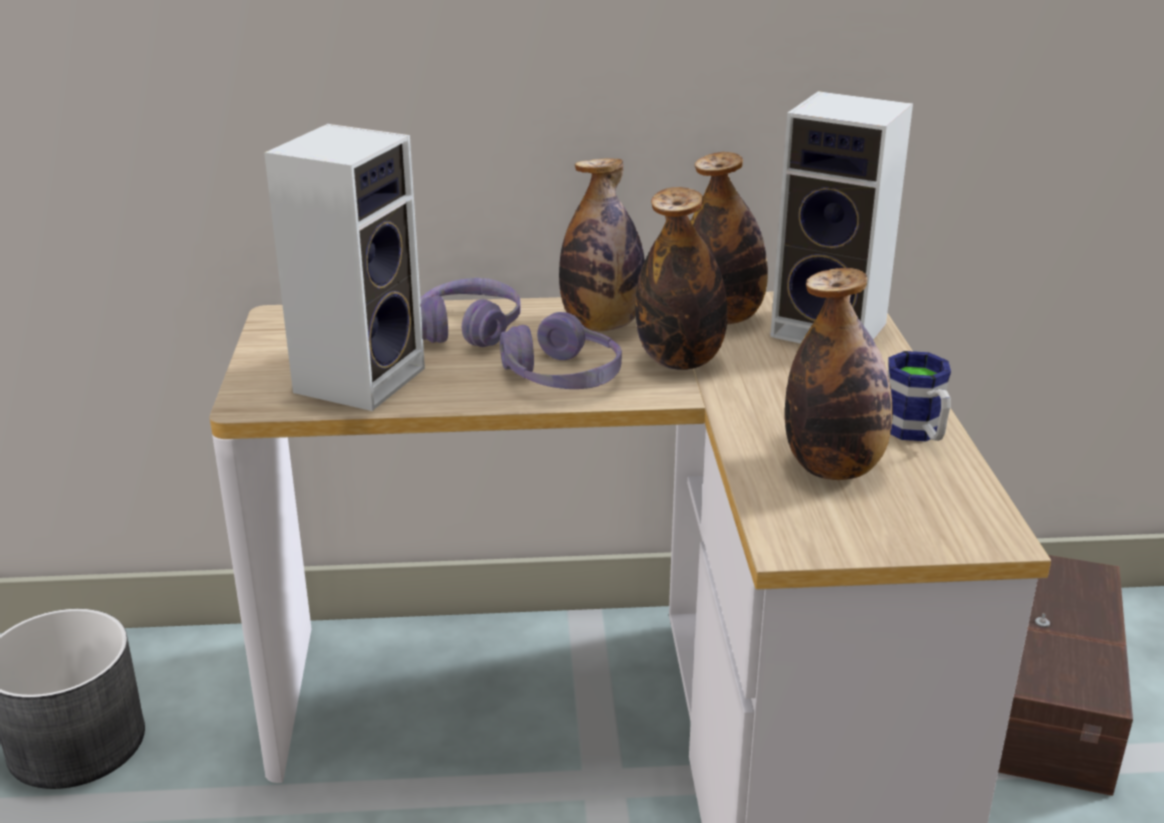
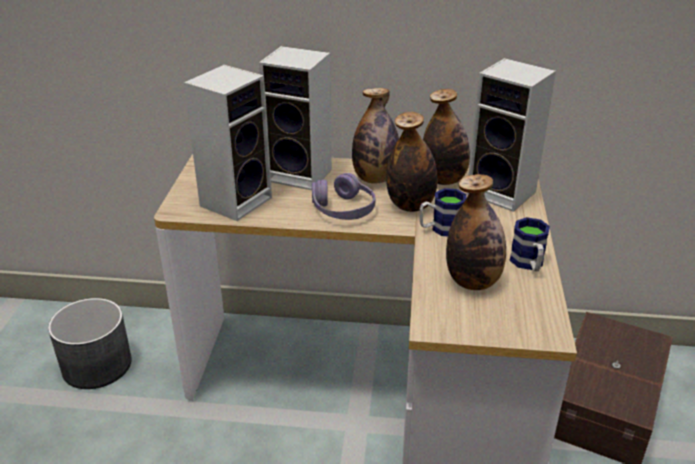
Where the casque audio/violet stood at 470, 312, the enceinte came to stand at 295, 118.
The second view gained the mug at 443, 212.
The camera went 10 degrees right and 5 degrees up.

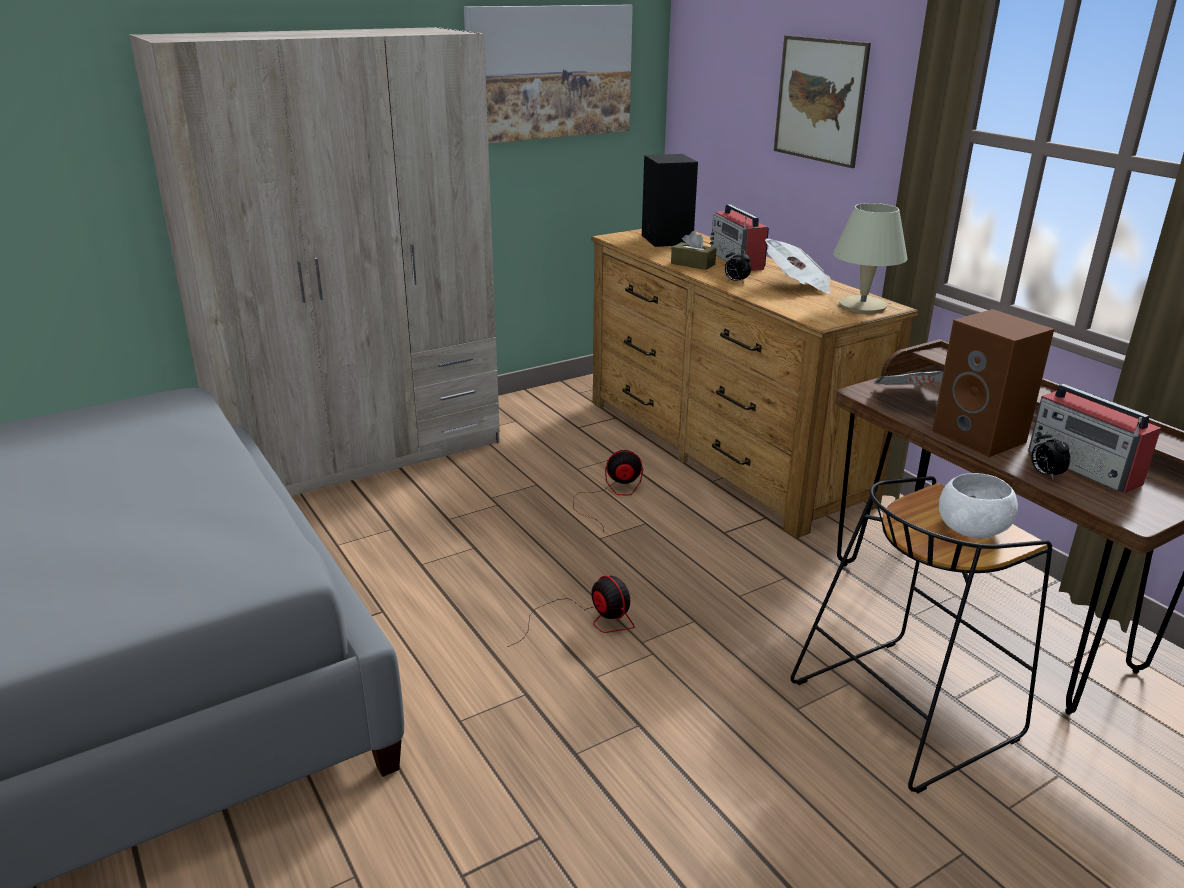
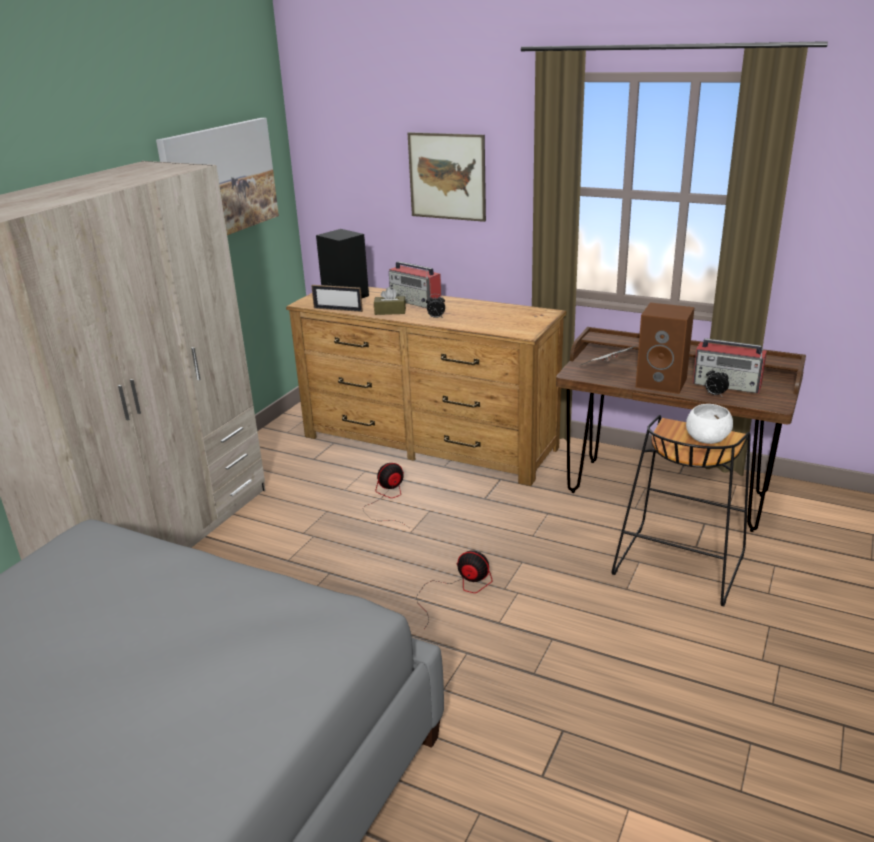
The second view lost the journal at 798, 266.
The second view lost the lampe de table/beige at 870, 258.
The second view gained the cadre photo at 337, 298.
The camera went 30 degrees left and 0 degrees up.

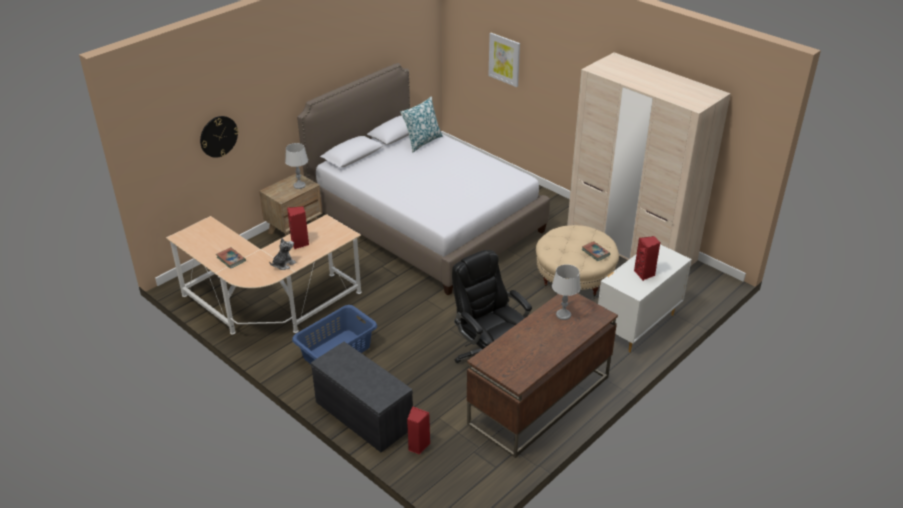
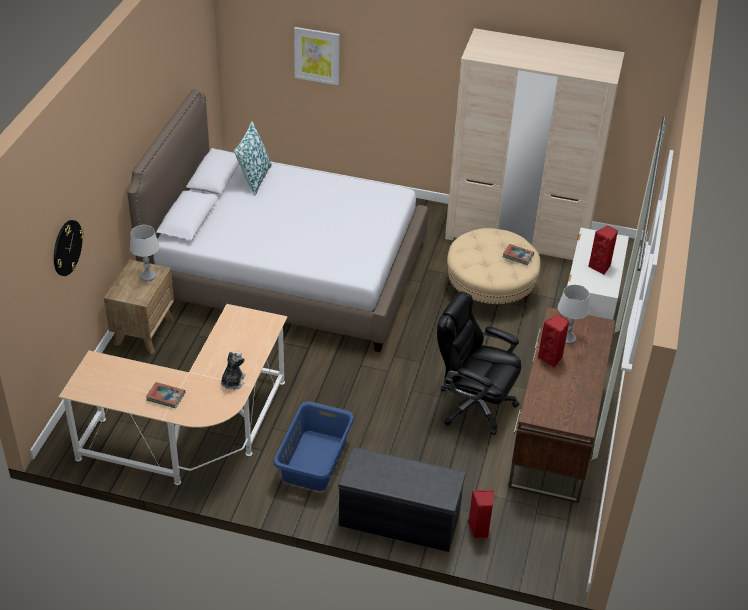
The enceinte/rouge ended up elsewhere, having gone from 298, 227 to 554, 341.
The camera went 30 degrees left and 5 degrees up.

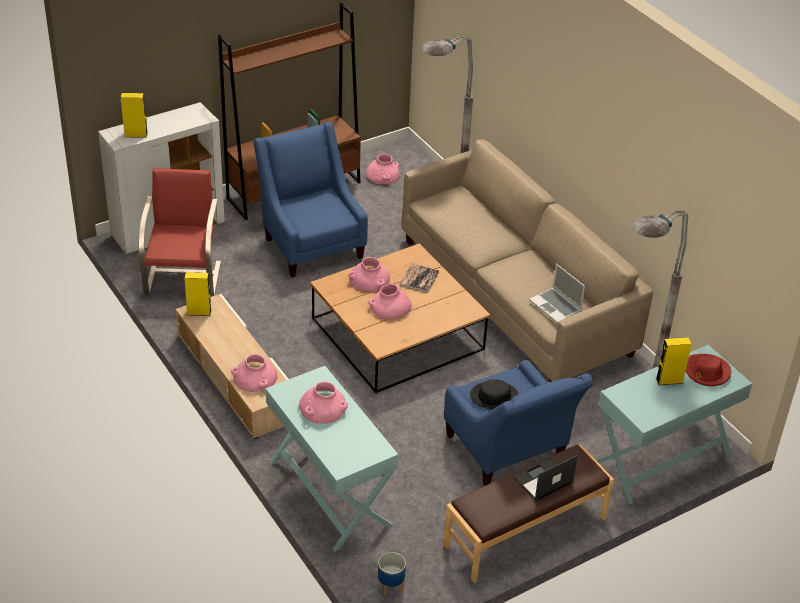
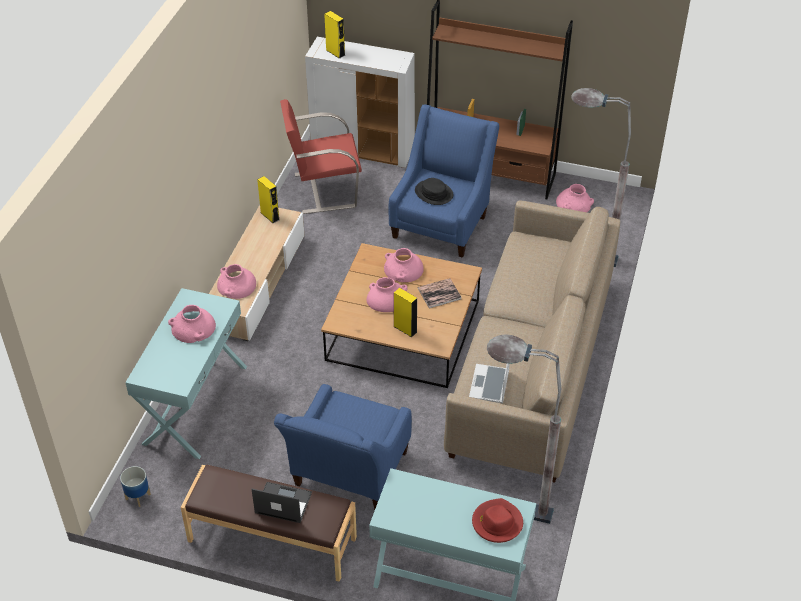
The fauteuil/rouge at 180, 232 ended up facing another way, 150 degrees counterclockwise from before.
The chapeau/noir ended up elsewhere, having gone from 494, 394 to 434, 191.
The enceinte/jaune ended up elsewhere, having gone from 674, 361 to 405, 313.
The camera went 50 degrees right and 5 degrees up.

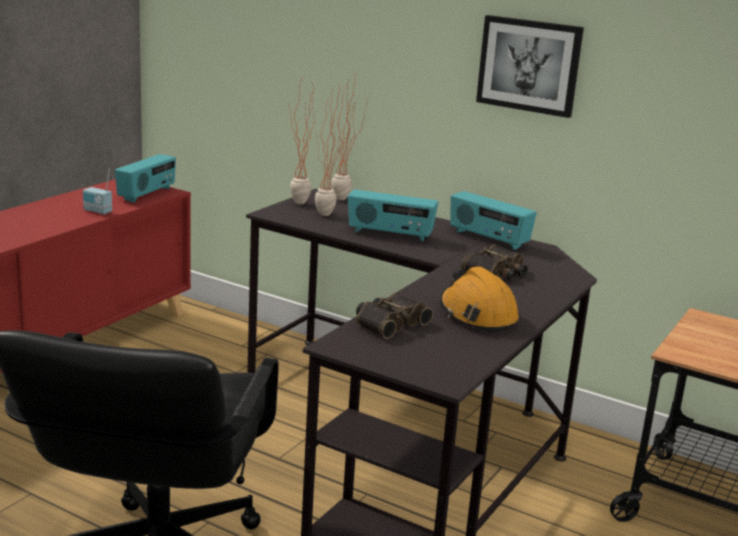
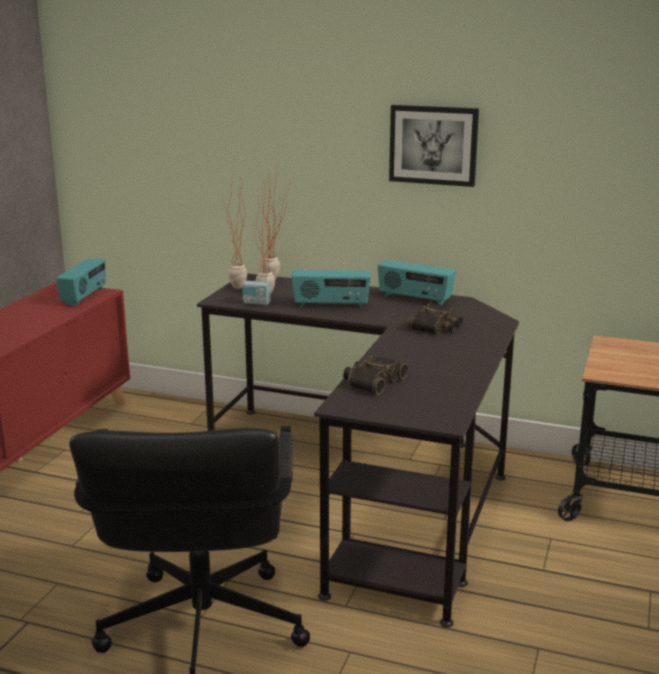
The radio ended up elsewhere, having gone from 97, 191 to 256, 283.
The second view lost the casque de chantier/orange at 479, 299.
The camera went 10 degrees left and 0 degrees up.

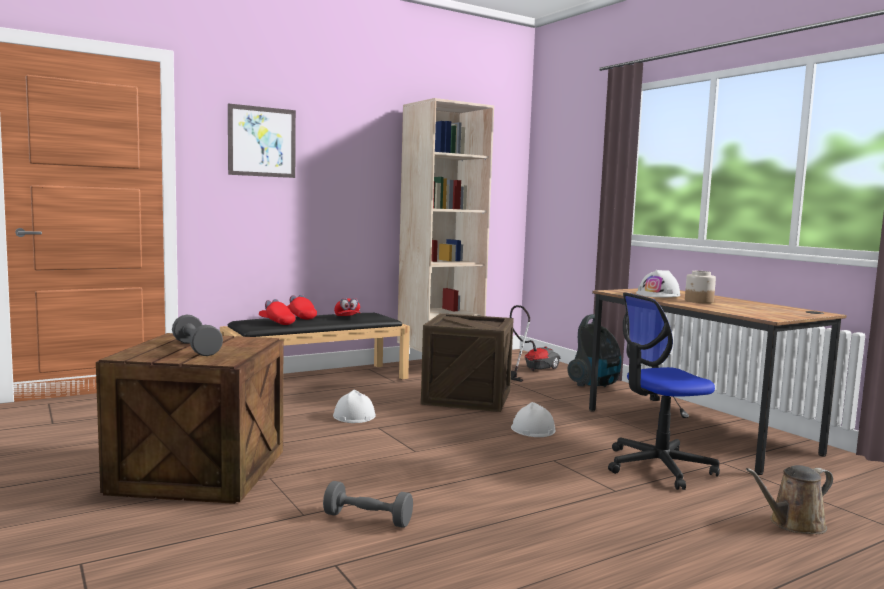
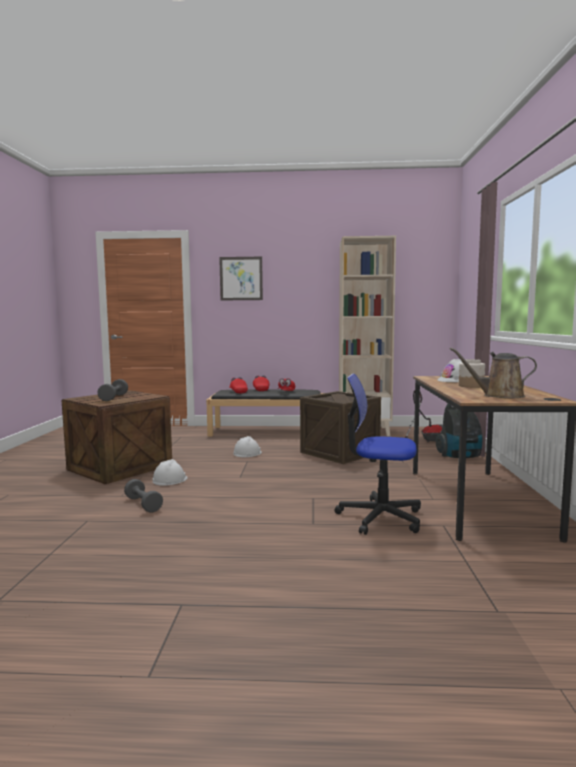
The casque de chantier/blanc ended up elsewhere, having gone from 533, 419 to 170, 472.
The arrosoir/marron ended up elsewhere, having gone from 789, 499 to 493, 372.
The camera went 35 degrees right and 0 degrees up.

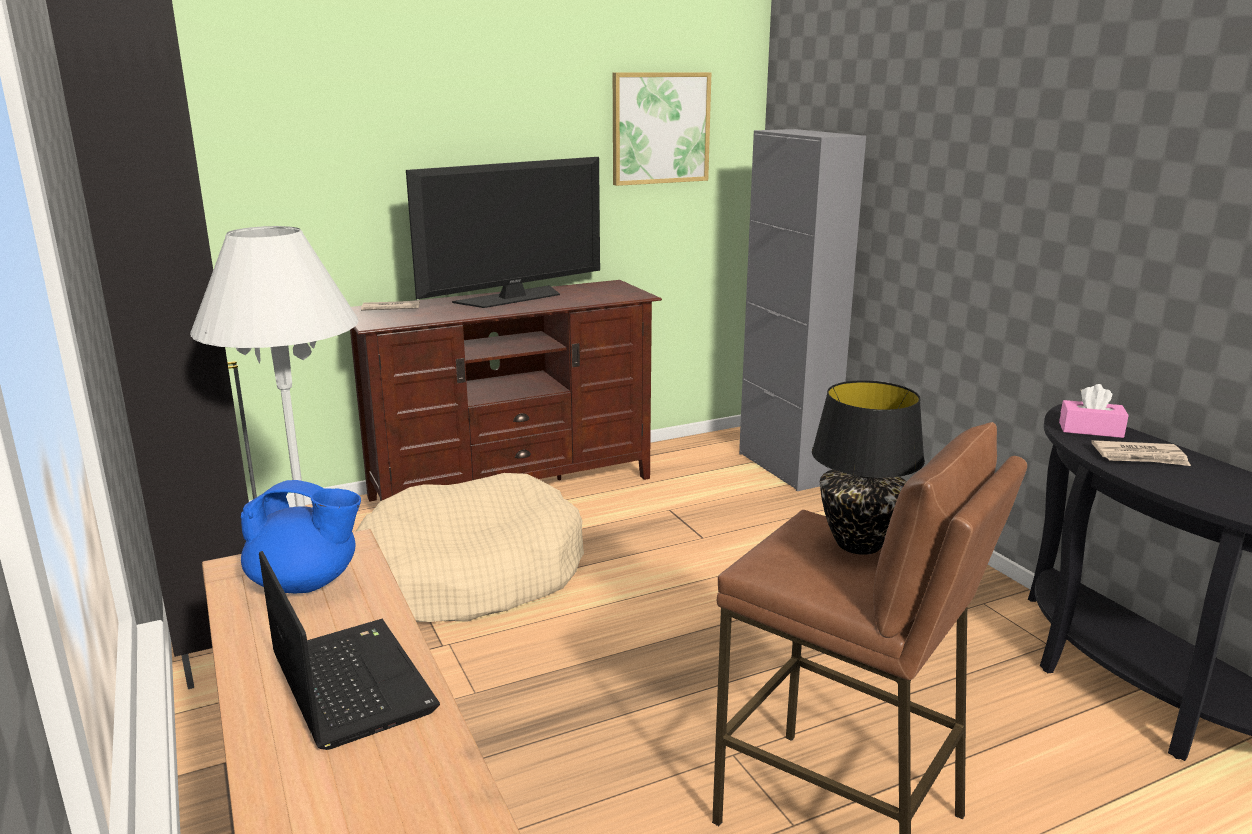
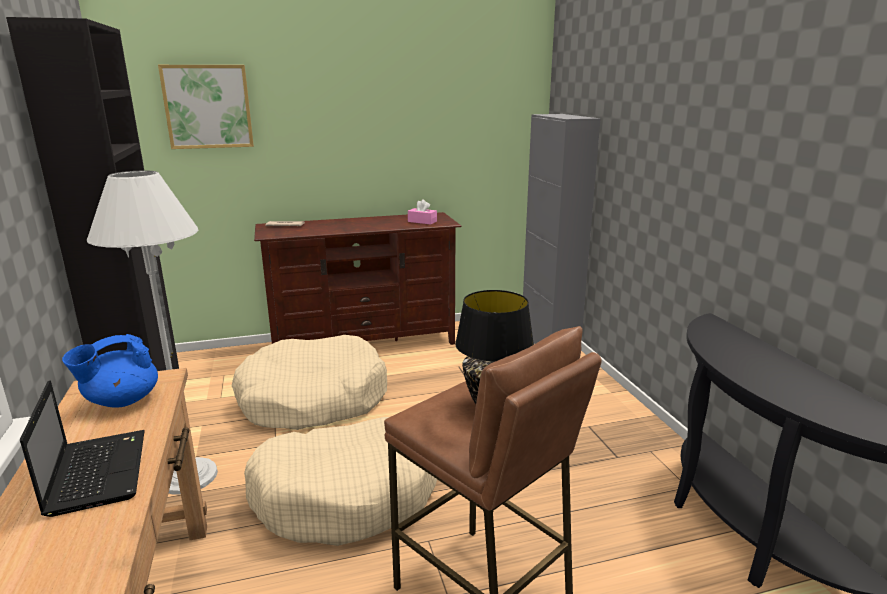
The théière/bleu at 301, 536 ended up facing another way, 120 degrees clockwise from before.
The second view lost the téléviseur at 503, 232.
The tableau ended up elsewhere, having gone from 662, 129 to 206, 107.
The boîte à mouchoirs/rose ended up elsewhere, having gone from 1094, 411 to 422, 212.
The second view lost the journal at 1141, 453.
The second view gained the panier pour chien/beige at 340, 481.
The camera went 10 degrees right and 0 degrees up.

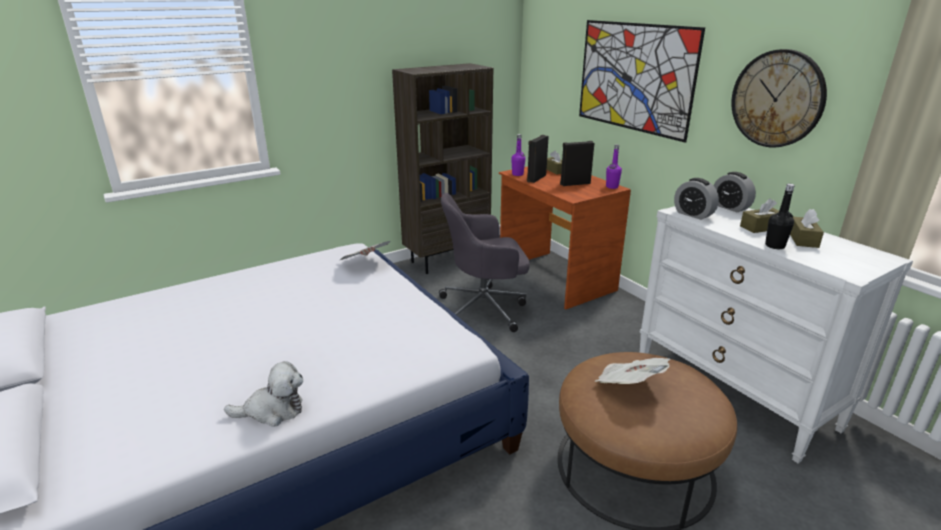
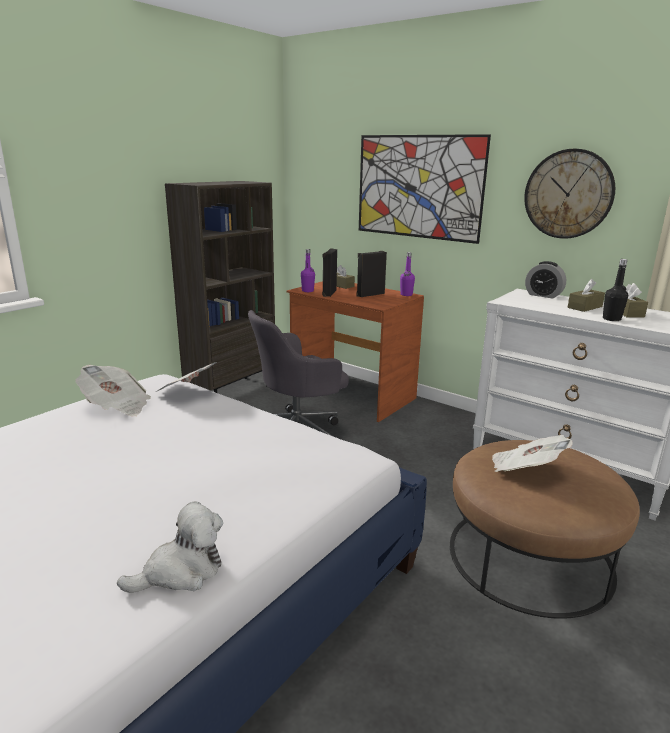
The second view lost the réveil at 696, 199.
The second view gained the journal at 113, 390.
The camera went 20 degrees left and 5 degrees down.

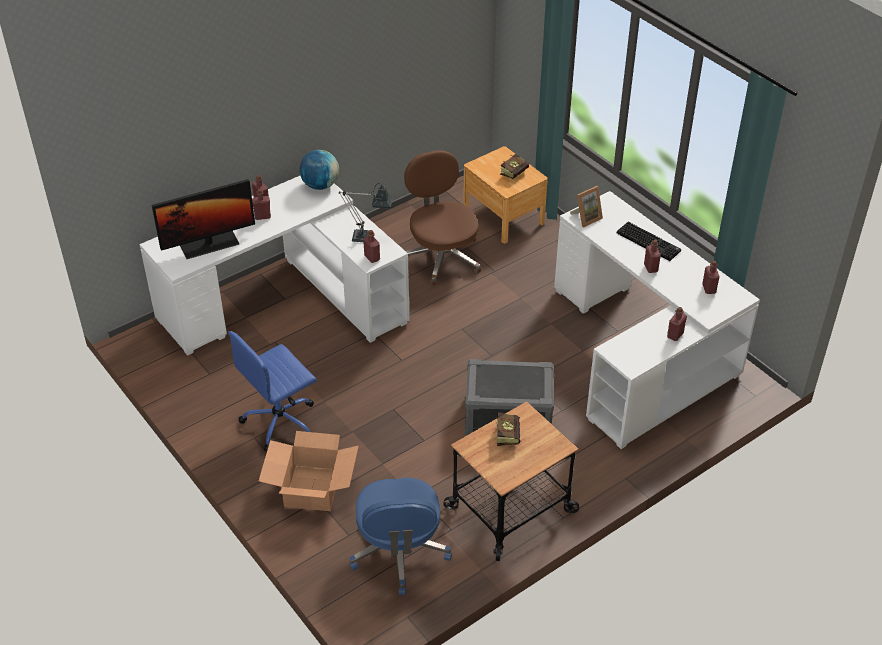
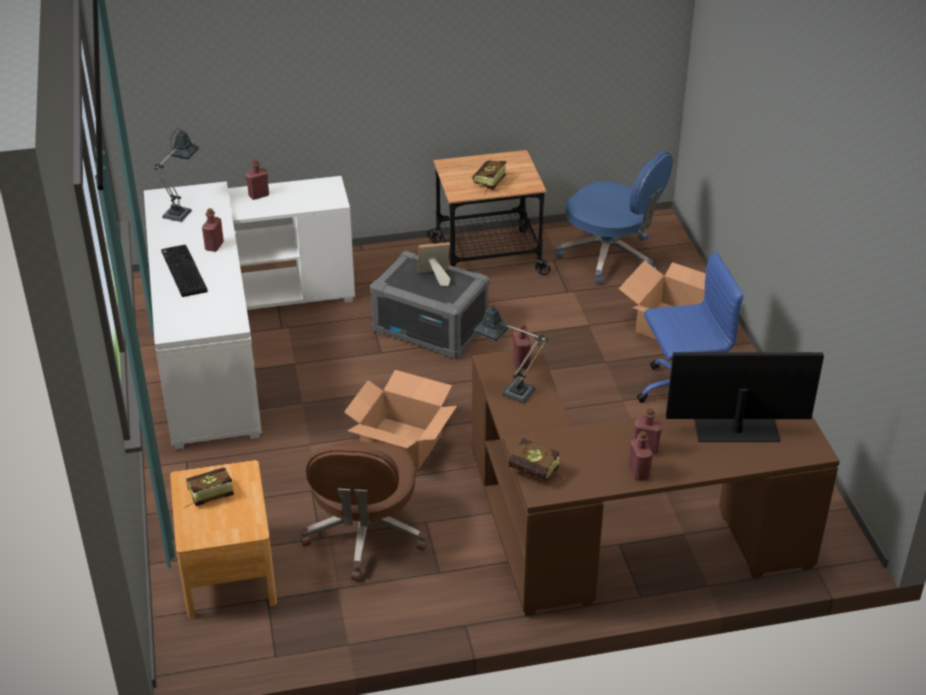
What was the bureau/blanc at 274, 266 turned into the bureau/marron at 656, 481.
Where the globe stood at 319, 170, the livre came to stand at 537, 459.
The chaise de bureau/bleu at 400, 536 ended up facing another way, 105 degrees clockwise from before.
The cadre photo ended up elsewhere, having gone from 586, 206 to 434, 264.
Where the bouteille/rouge stood at 711, 277, the lampe de table came to stand at 177, 175.
The second view gained the carton at 400, 419.
The camera went 155 degrees left and 5 degrees down.

